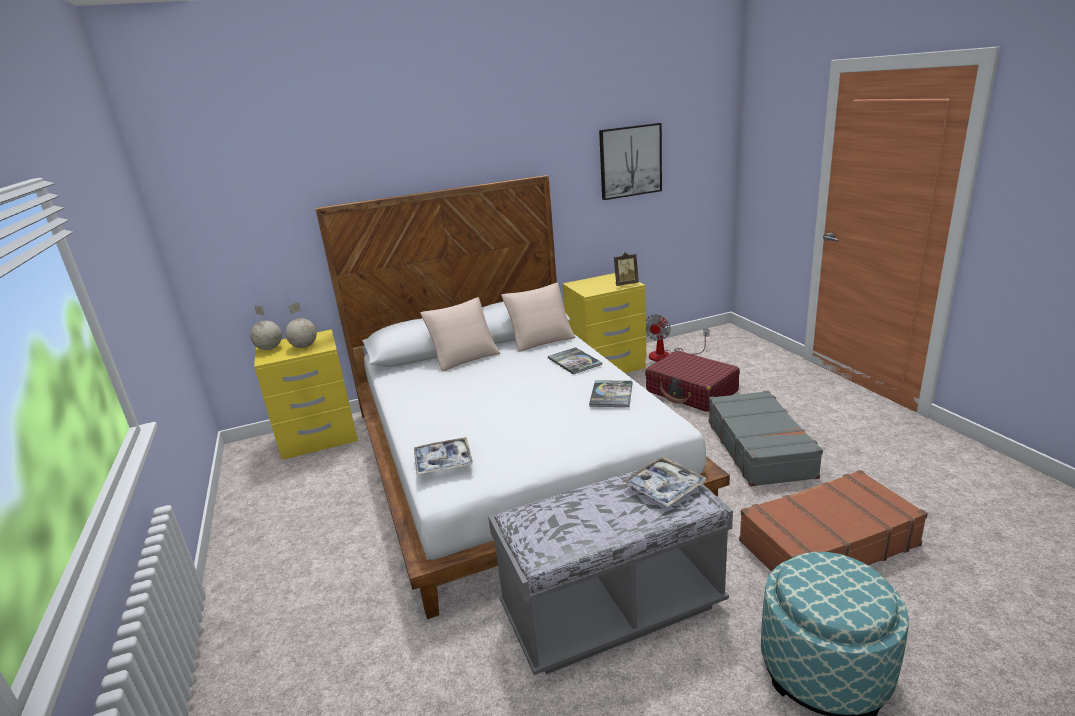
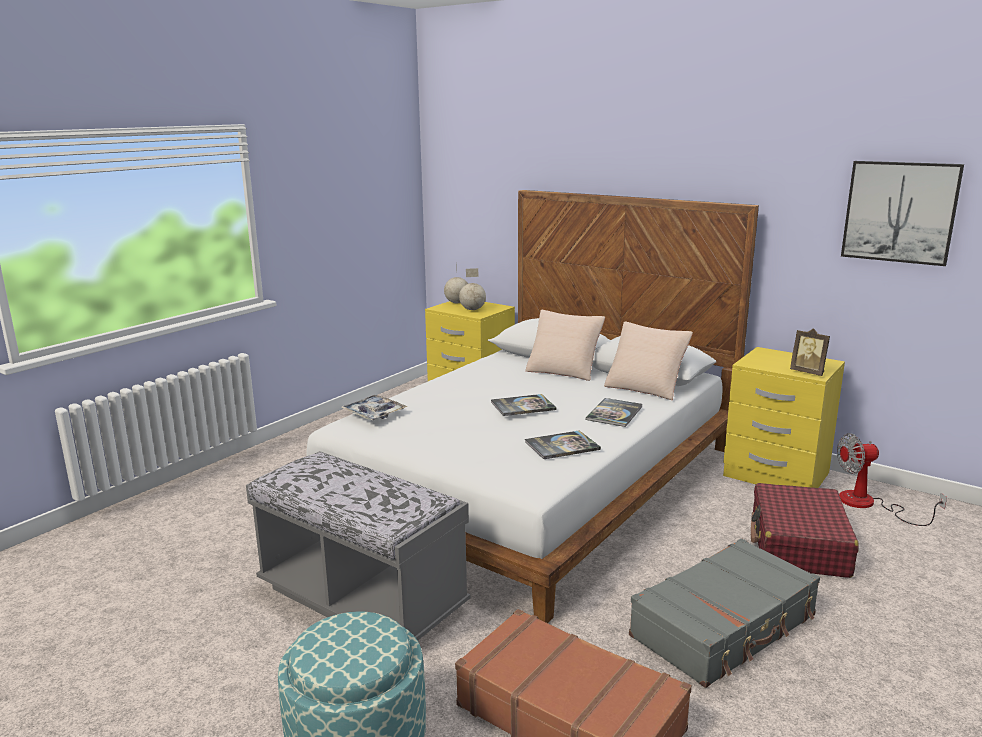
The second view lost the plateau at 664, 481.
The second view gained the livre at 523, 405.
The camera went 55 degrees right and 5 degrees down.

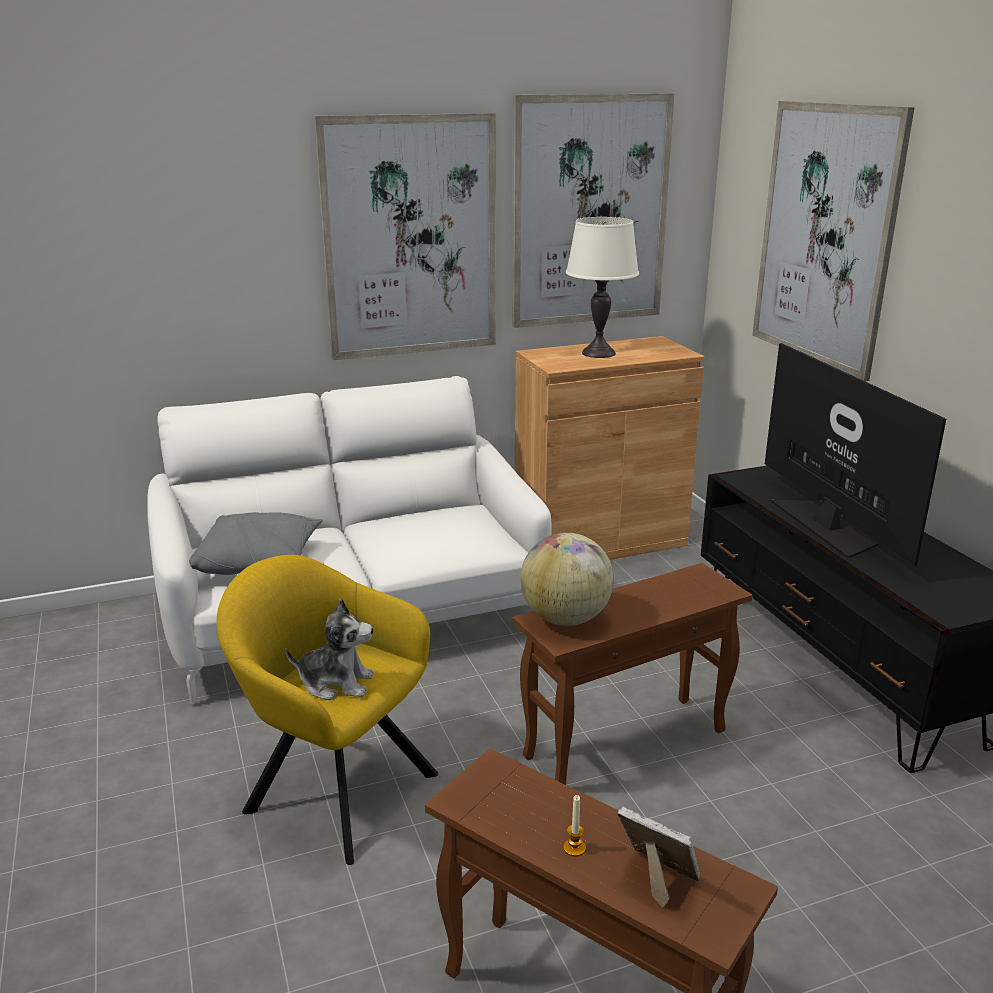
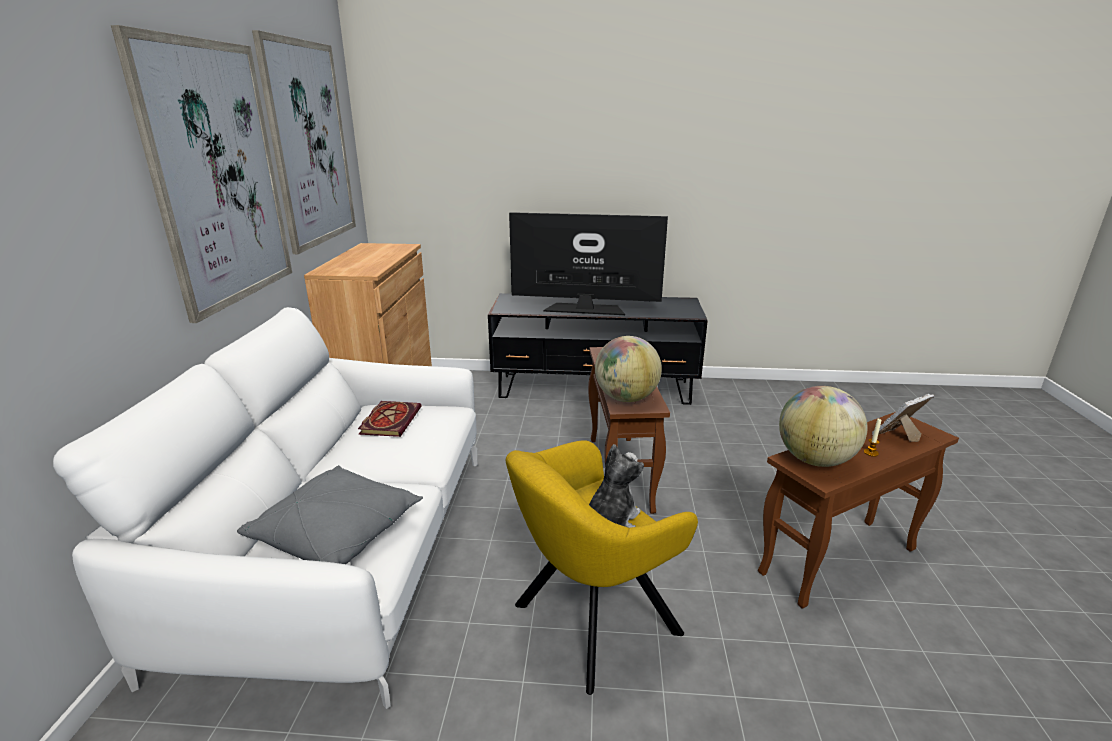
The second view lost the lampe de table/blanc at 602, 287.
The second view lost the tableau at 833, 241.
The second view gained the livre at 390, 419.
The second view gained the globe at 823, 426.
The camera went 65 degrees left and 0 degrees up.

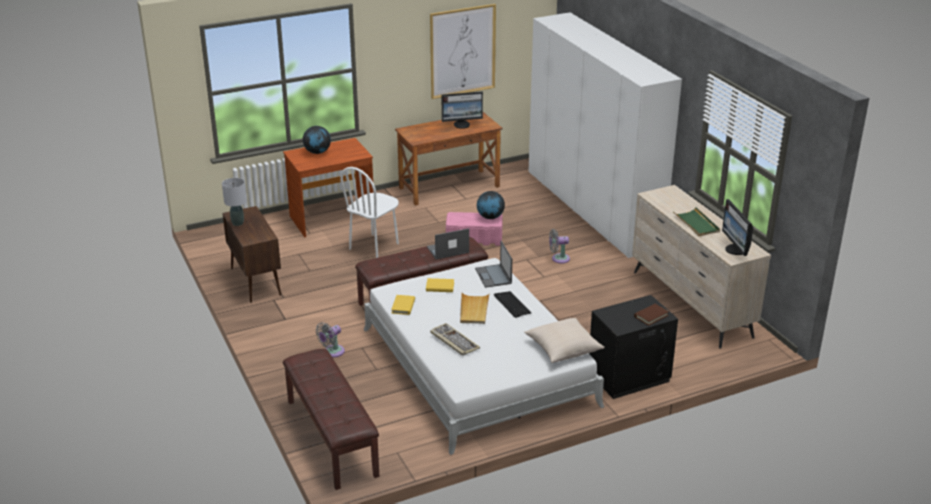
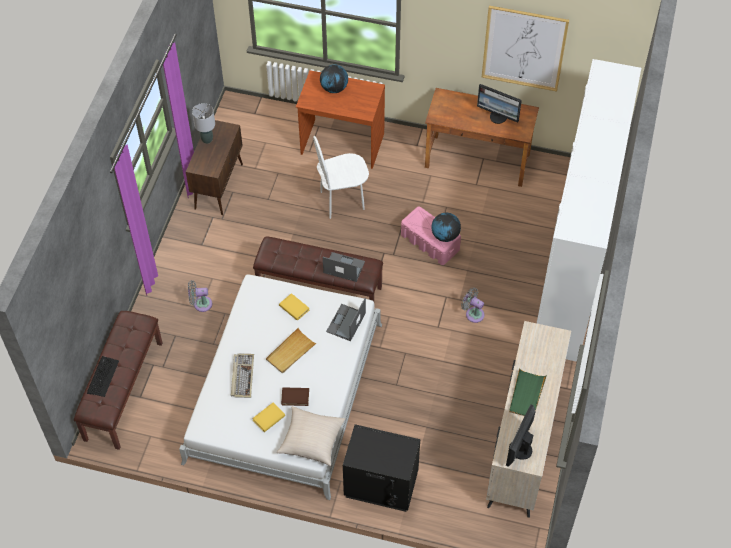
The livre/jaune ended up elsewhere, having gone from 403, 305 to 268, 417.
The clavier ended up elsewhere, having gone from 513, 304 to 103, 376.
The livre/marron ended up elsewhere, having gone from 651, 315 to 295, 397.
The camera went 40 degrees right and 25 degrees up.

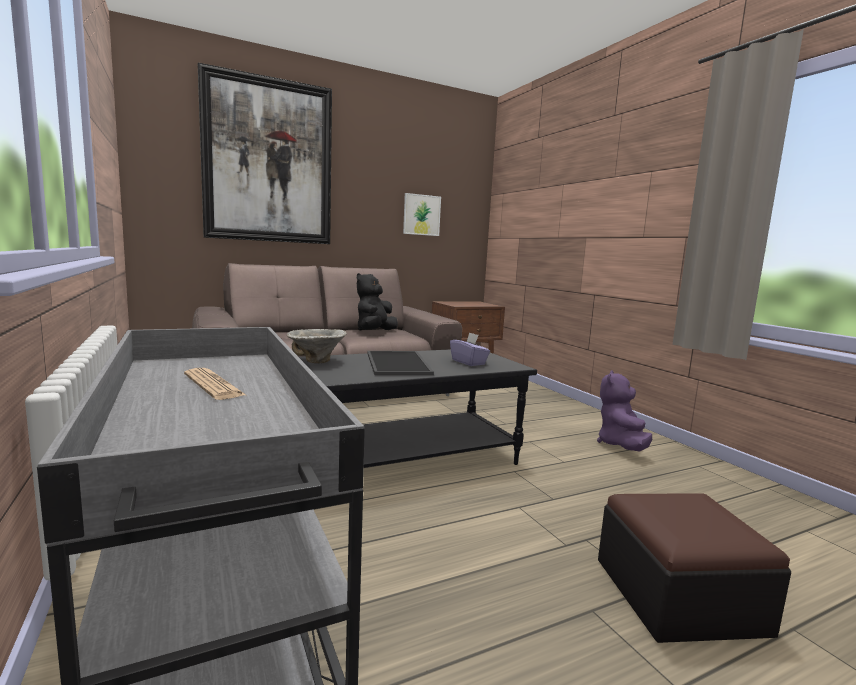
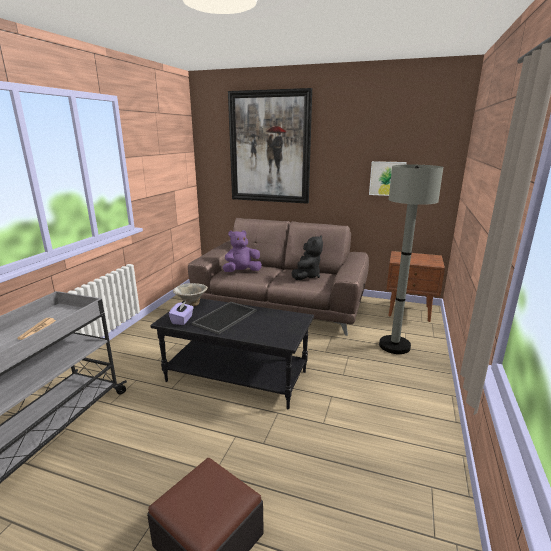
The peluche/noir at 377, 302 ended up facing another way, 135 degrees clockwise from before.
The boîte à mouchoirs/violet ended up elsewhere, having gone from 470, 349 to 181, 313.
The peluche/violet ended up elsewhere, having gone from 624, 411 to 242, 251.
The second view gained the lampadaire/gris at 411, 259.
The camera went 45 degrees right and 10 degrees up.

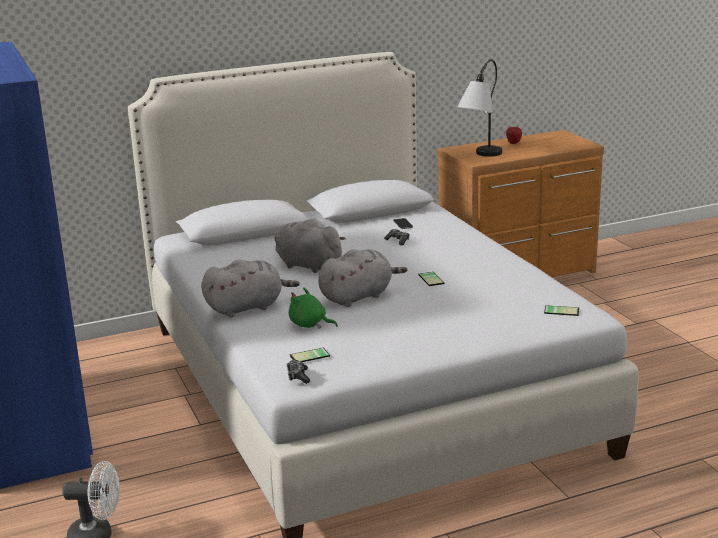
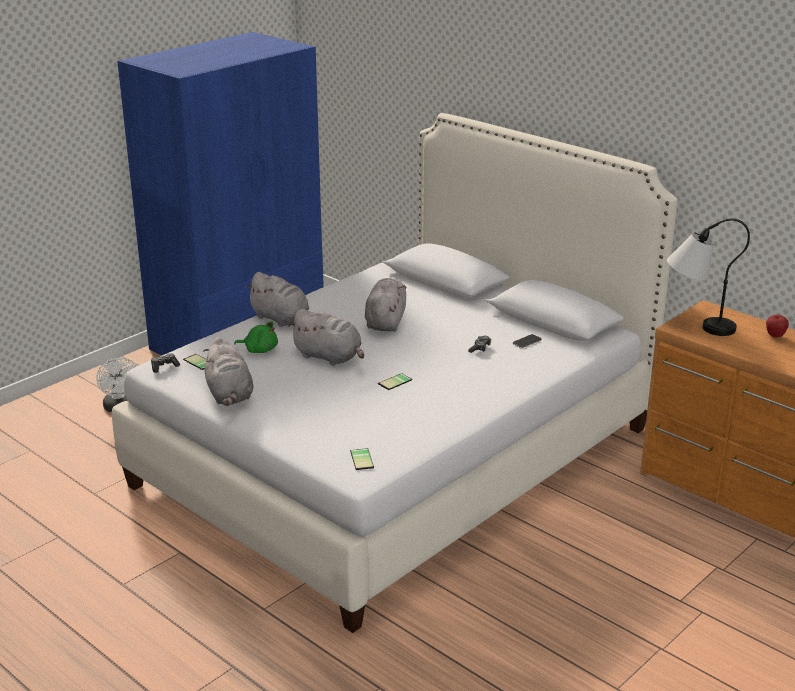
The peluche/vert at 313, 308 ended up facing another way, 105 degrees clockwise from before.
The second view gained the peluche/gris at 228, 371.
The camera went 65 degrees right and 5 degrees up.

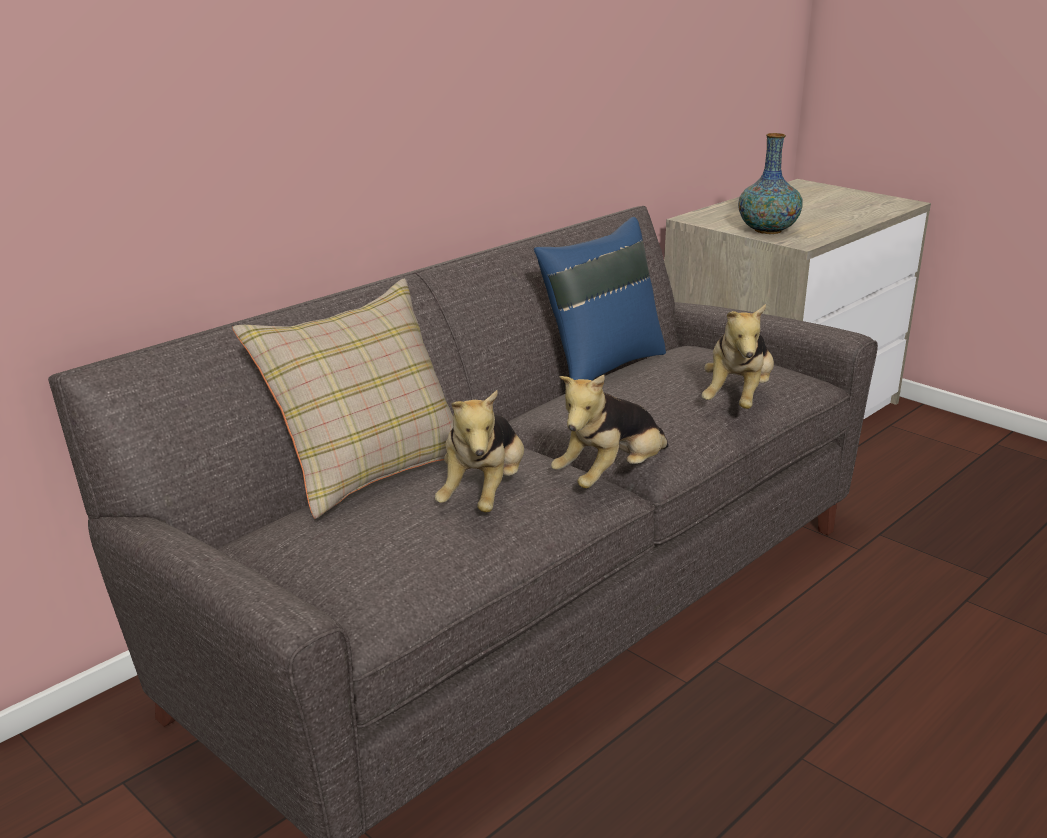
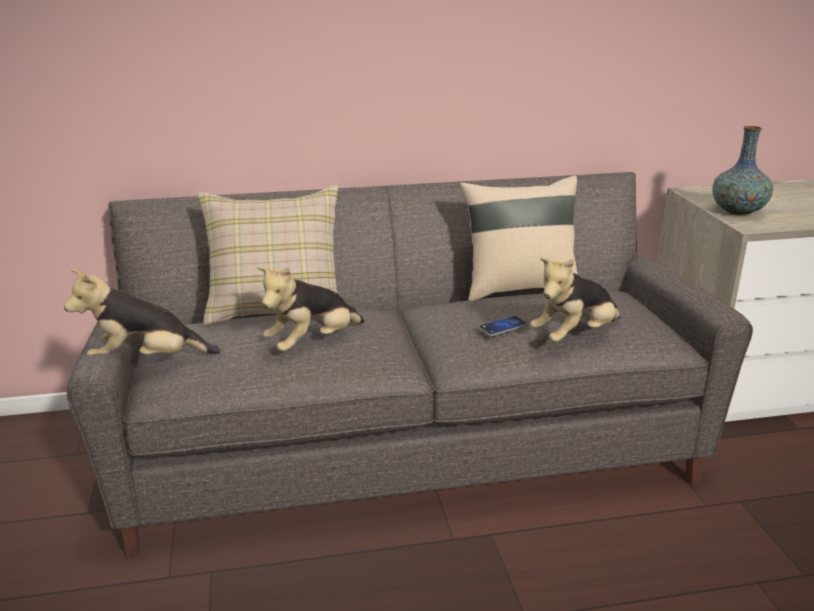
What was the coussin/bleu at 600, 299 turned into the coussin/beige at 519, 238.
The peluche ended up elsewhere, having gone from 610, 431 to 142, 312.
The second view gained the téléphone at 503, 326.
The camera went 35 degrees right and 0 degrees up.

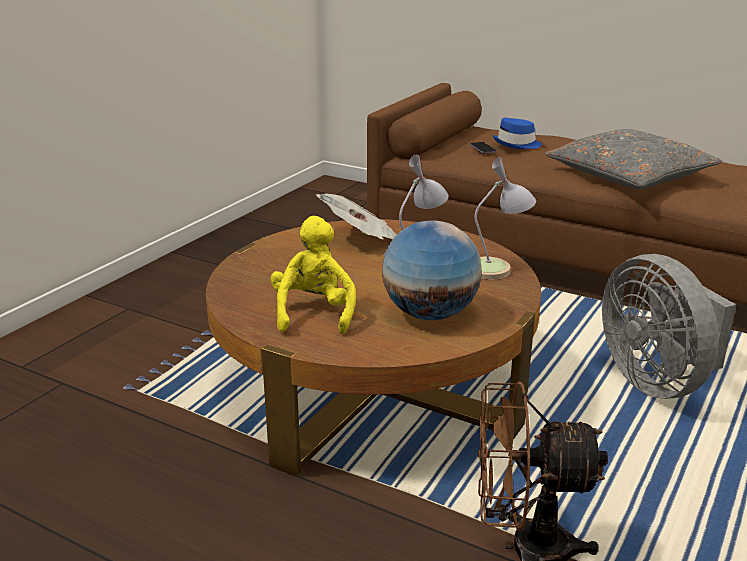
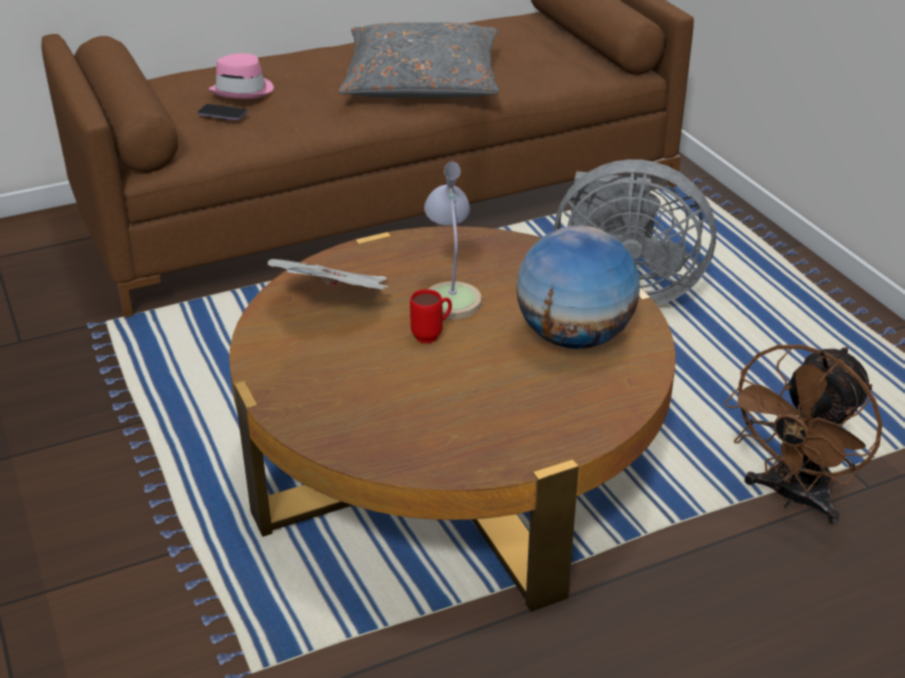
The second view lost the peluche/jaune at 313, 275.
The second view lost the lampe de table at 505, 218.
What was the chapeau/bleu at 517, 133 turned into the chapeau/rose at 241, 76.
The second view gained the mug/rouge at 431, 316.
The camera went 55 degrees left and 10 degrees up.

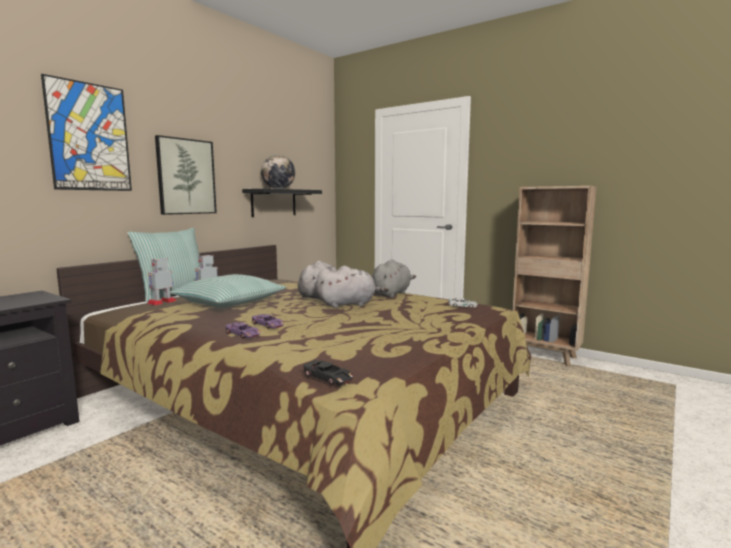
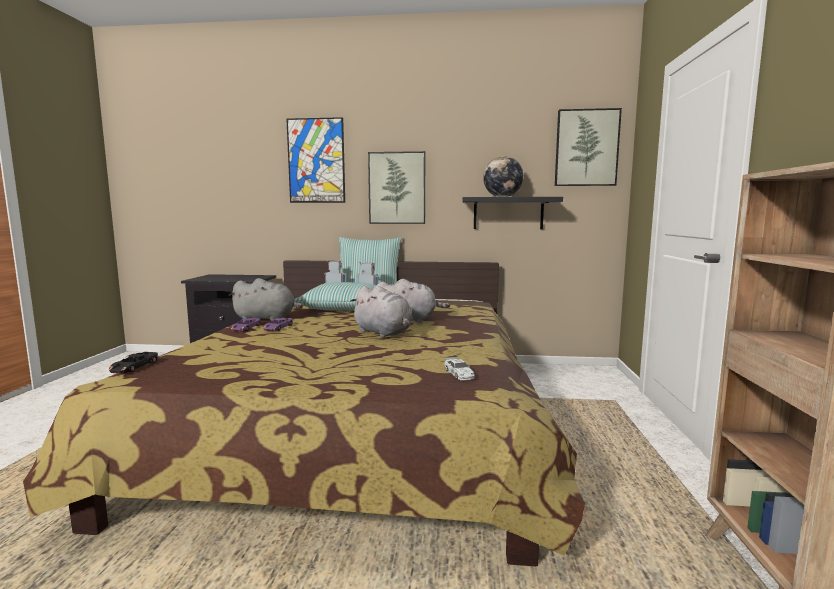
The peluche/gris ended up elsewhere, having gone from 394, 279 to 266, 299.
The second view gained the tableau at 588, 147.
The camera went 60 degrees right and 0 degrees up.

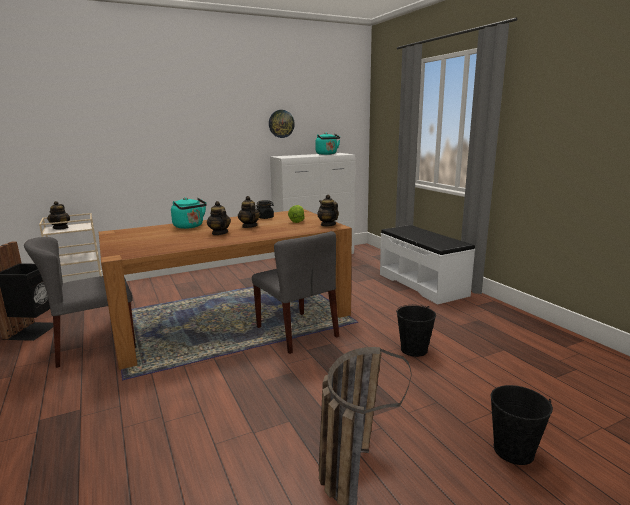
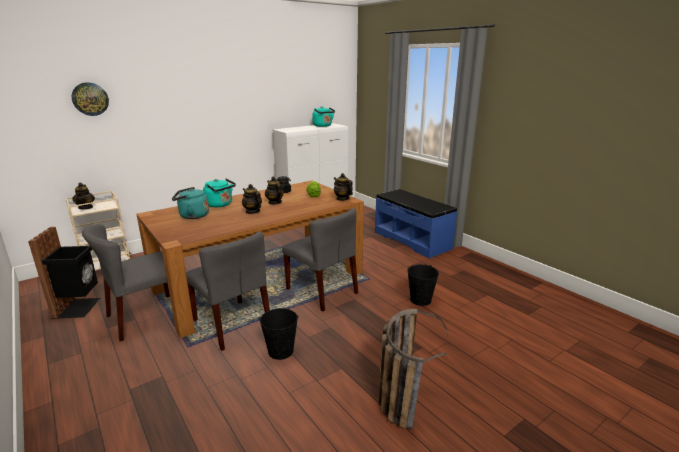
The horloge murale ended up elsewhere, having gone from 282, 124 to 90, 99.
What was the banc/blanc at 427, 265 turned into the banc/bleu at 416, 223.
The seau/noir ended up elsewhere, having gone from 522, 425 to 278, 334.
The second view gained the bouilloire/turquoise at 190, 203.
The second view gained the chaise/gris at 228, 291.
The camera went 10 degrees left and 5 degrees up.

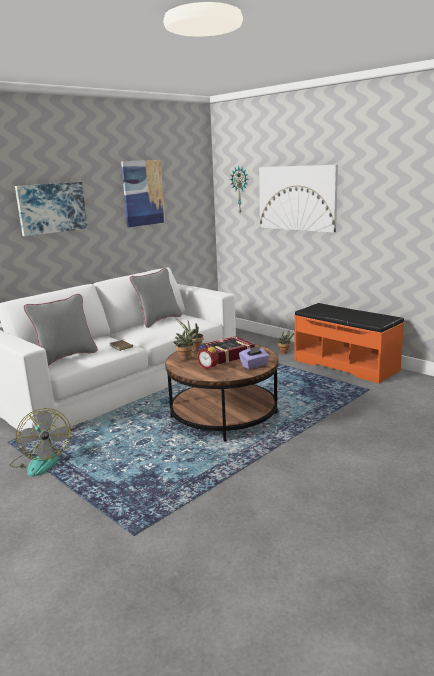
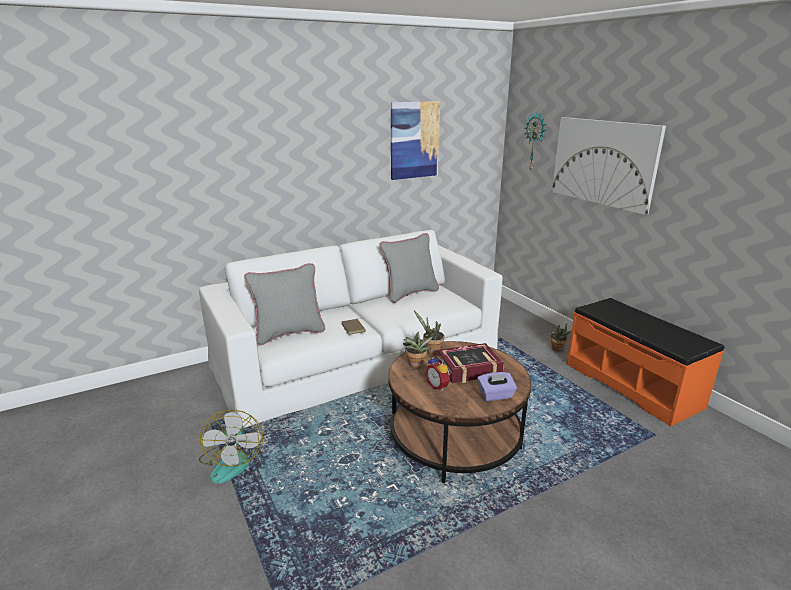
The second view lost the tableau at 51, 209.
The camera went 15 degrees right and 5 degrees up.

